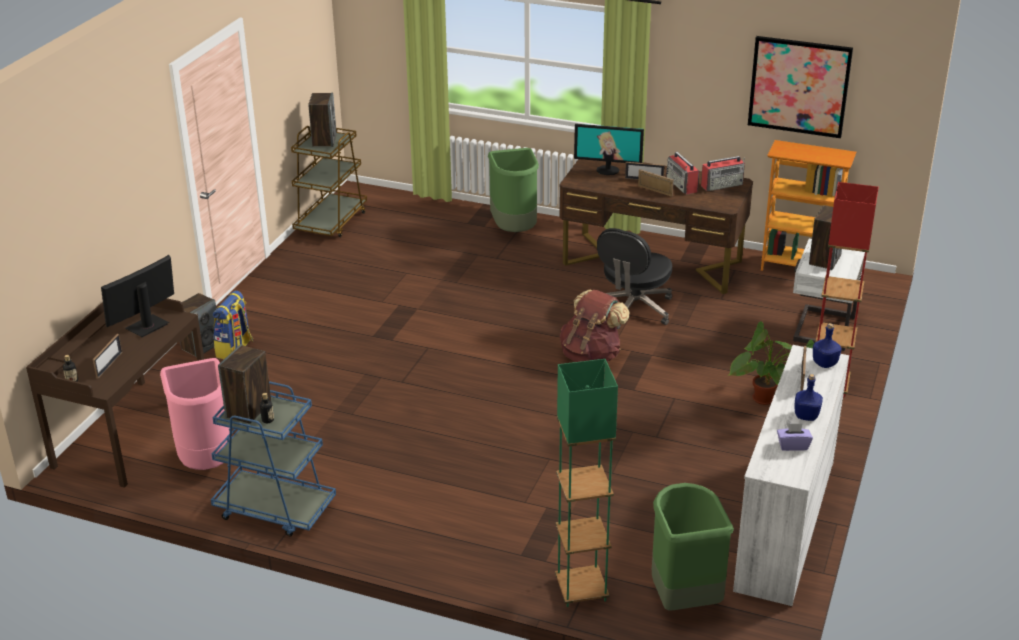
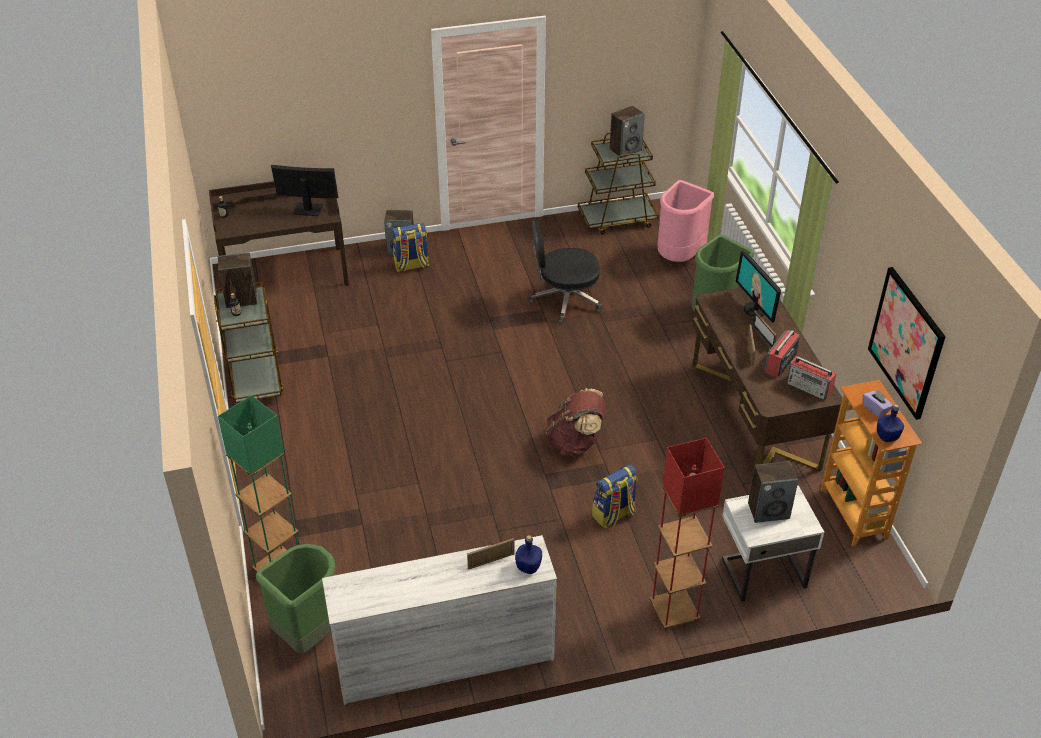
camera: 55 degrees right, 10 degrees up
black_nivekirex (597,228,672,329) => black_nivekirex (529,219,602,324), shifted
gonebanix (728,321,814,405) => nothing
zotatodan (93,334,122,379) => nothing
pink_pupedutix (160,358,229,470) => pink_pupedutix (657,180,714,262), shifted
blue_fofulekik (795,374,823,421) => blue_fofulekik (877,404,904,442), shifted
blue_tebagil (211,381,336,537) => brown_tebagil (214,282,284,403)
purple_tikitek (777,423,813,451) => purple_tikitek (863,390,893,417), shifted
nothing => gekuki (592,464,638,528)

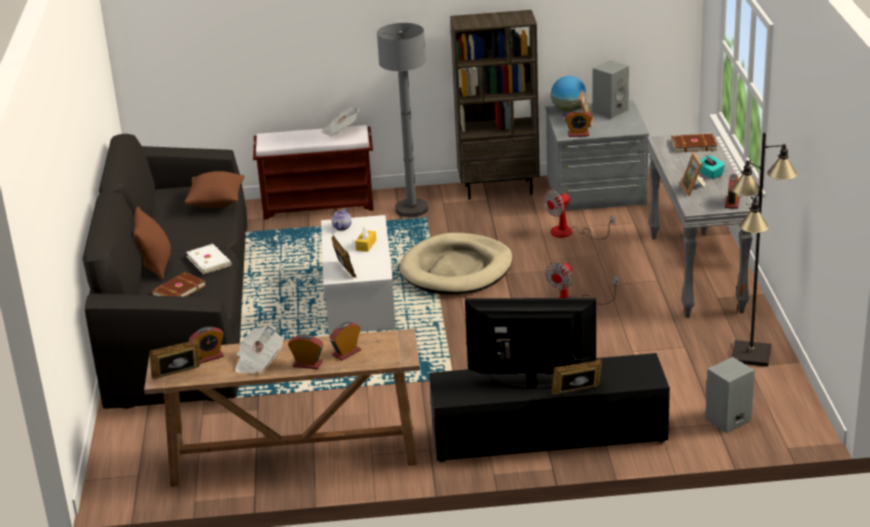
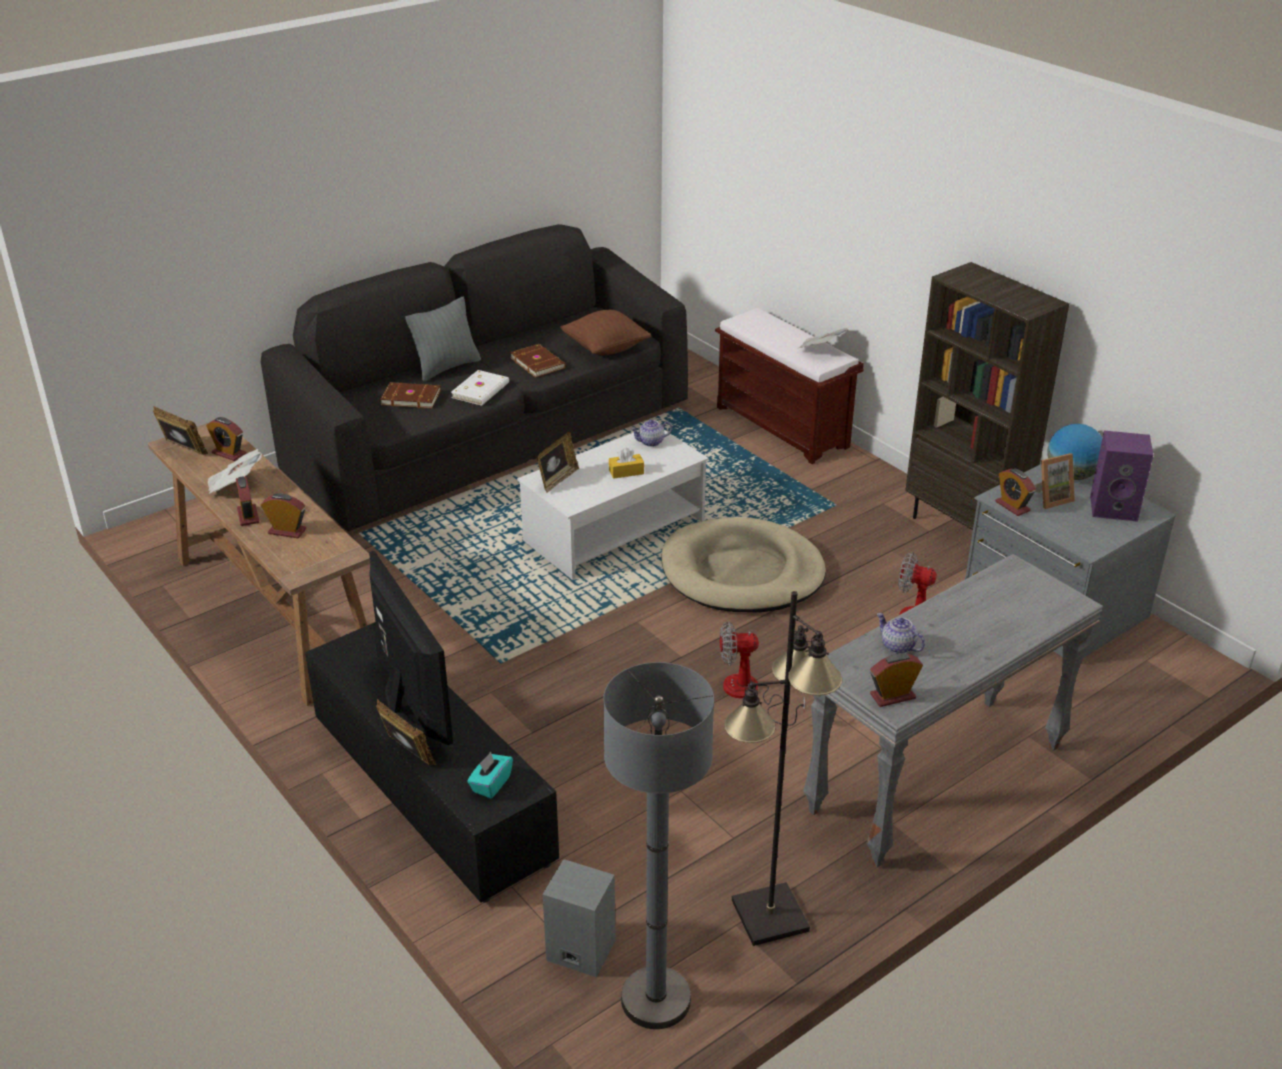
camera: 55 degrees right, 5 degrees up
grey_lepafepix (377,23,428,217) => grey_lepafepix (603,662,714,1029), shifted
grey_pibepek (593,60,629,119) => purple_pibepek (1090,431,1154,522)
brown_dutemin (671,134,717,152) => brown_dutemin (510,344,566,378), shifted
zotatodan (680,153,705,196) => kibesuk (877,613,925,654)
turquoise_tikitek (700,155,725,179) => turquoise_tikitek (467,752,513,798), shifted
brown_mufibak (133,207,171,280) => grey_mufibak (405,296,481,382)

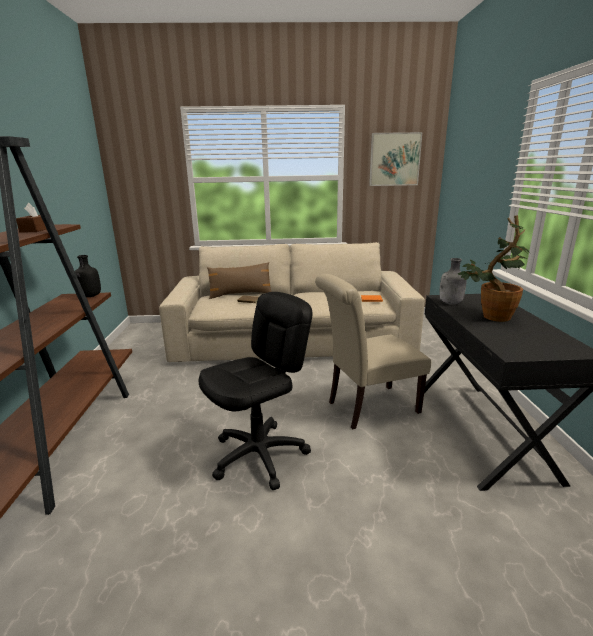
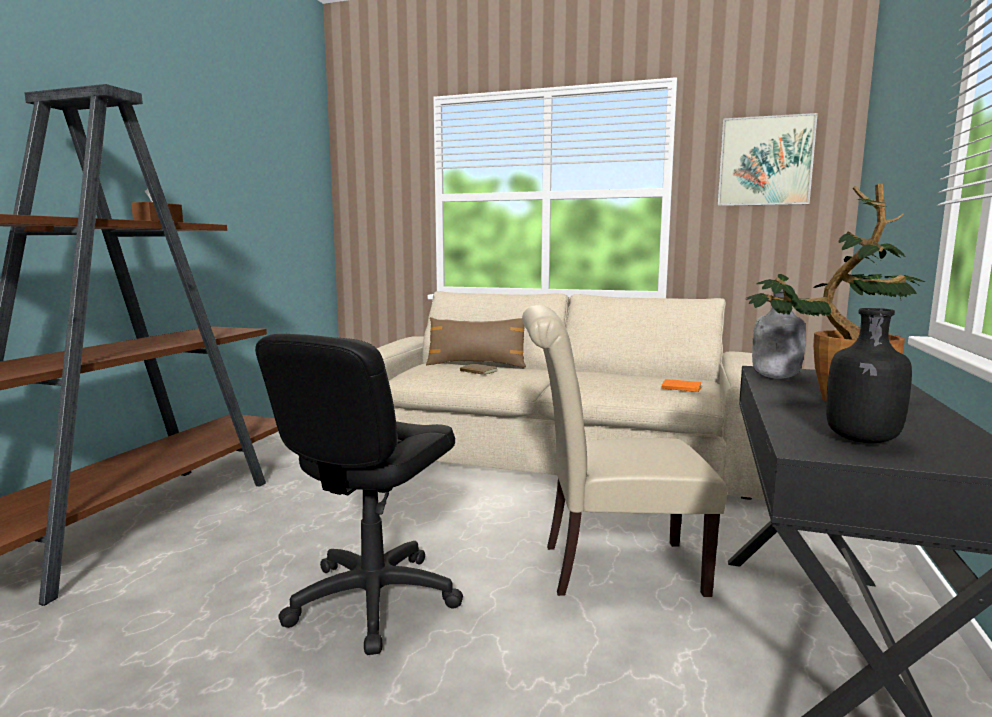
camera: 20 degrees right, 10 degrees down
black_fofulekik (75,255,101,297) => black_fofulekik (826,308,912,443), shifted
black_nivekirex (199,292,312,490) => black_nivekirex (255,334,463,655), 135 degrees clockwise

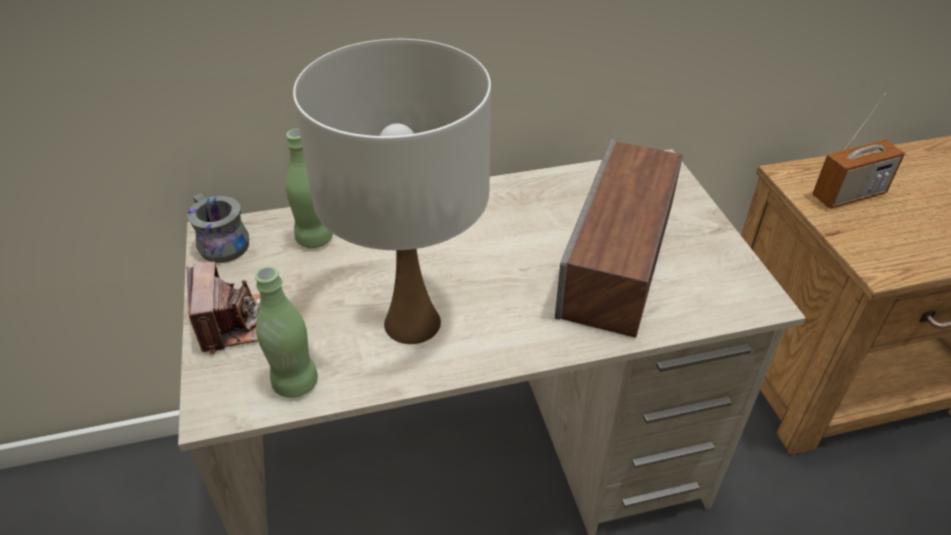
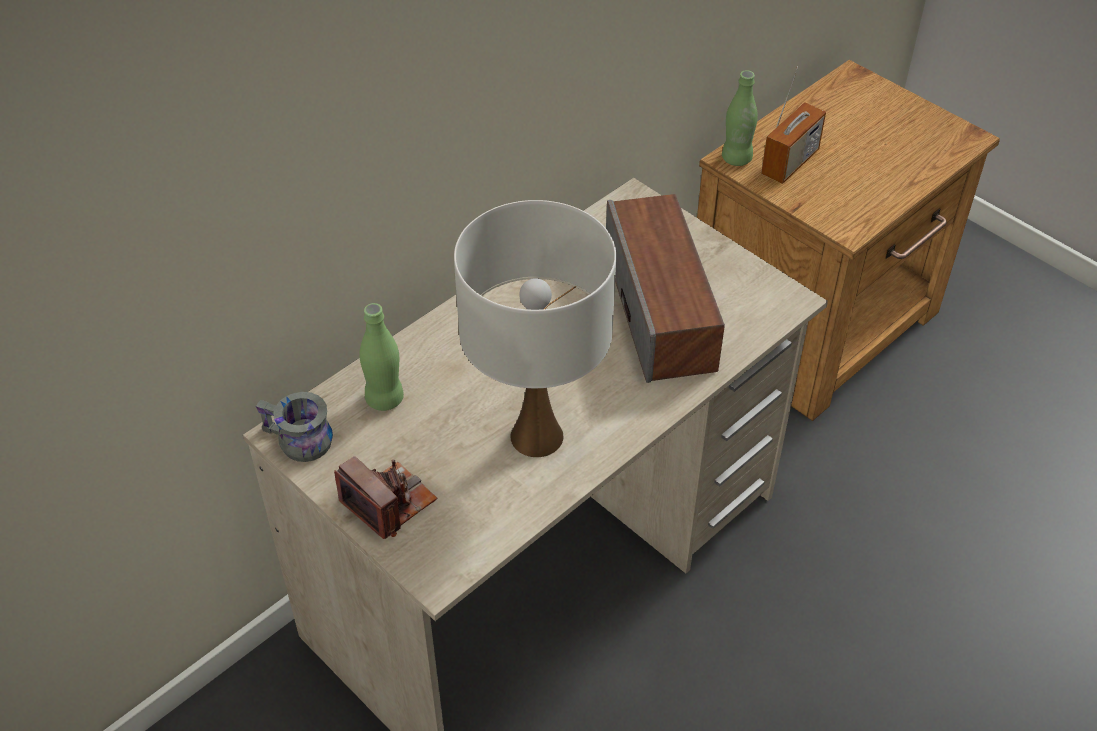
camera: 30 degrees left, 5 degrees up
green_fofulekik (255,266,318,398) => green_fofulekik (722,70,758,166), shifted

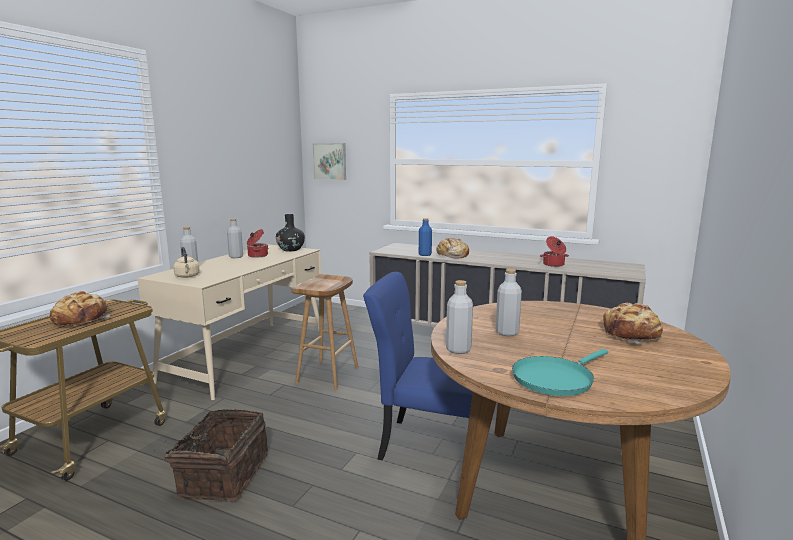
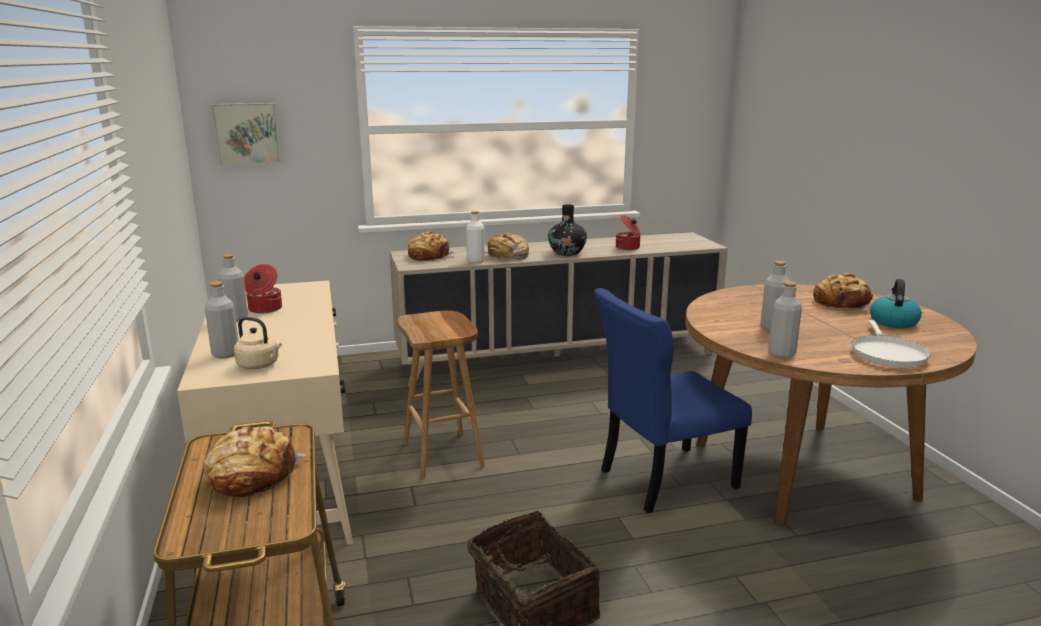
camera: 40 degrees left, 5 degrees up
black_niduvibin (276,214,305,251) => black_niduvibin (548,204,587,256), shifted
blue_fofulekik (419,218,432,256) => white_fofulekik (466,211,485,263)
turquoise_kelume (512,349,608,396) => white_kelume (851,320,931,367)
nothing => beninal (408,231,456,261)
nothing => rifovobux (870,279,922,328)

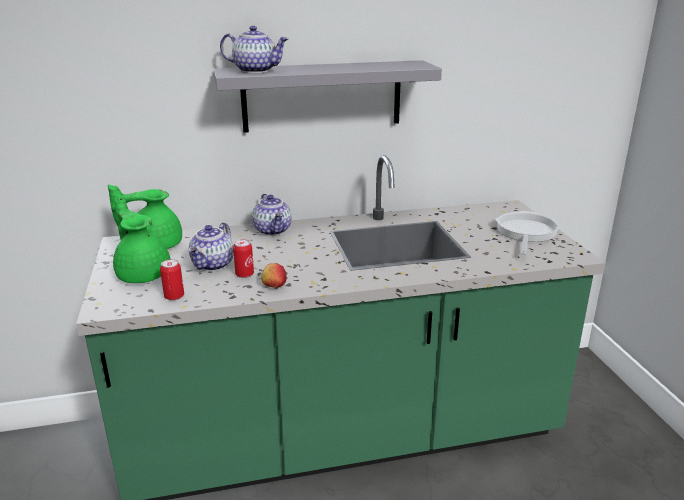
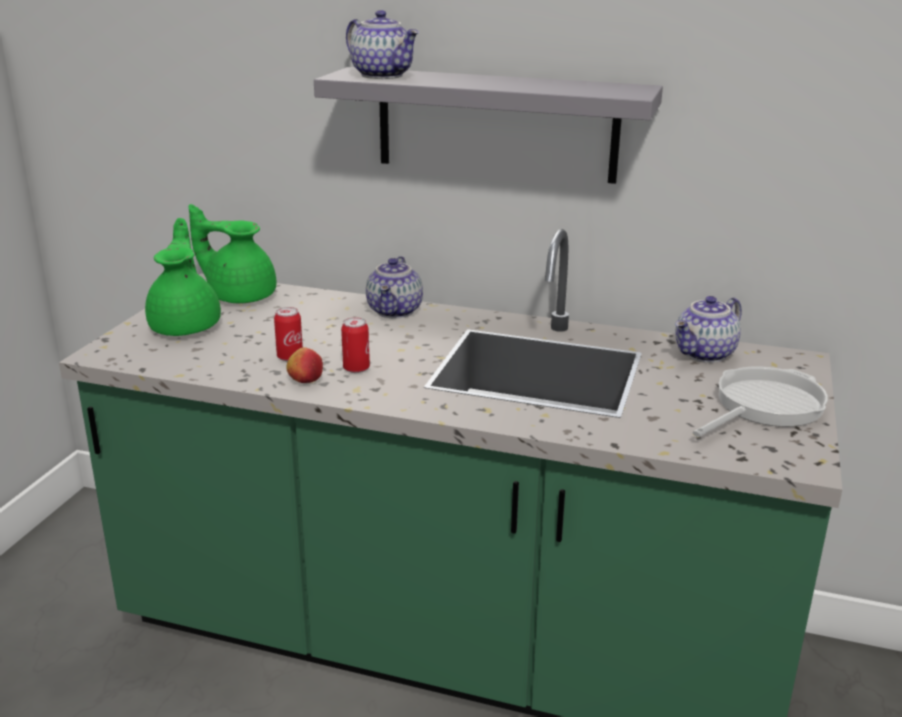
camera: 30 degrees right, 0 degrees up
kibesuk (188,222,234,271) => kibesuk (675,296,742,363), shifted
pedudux (160,259,184,301) => pedudux (341,317,370,373), shifted

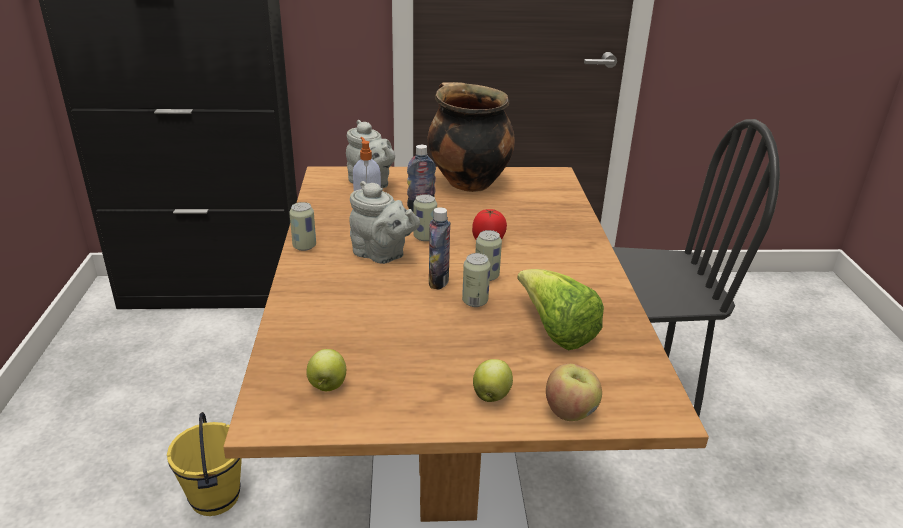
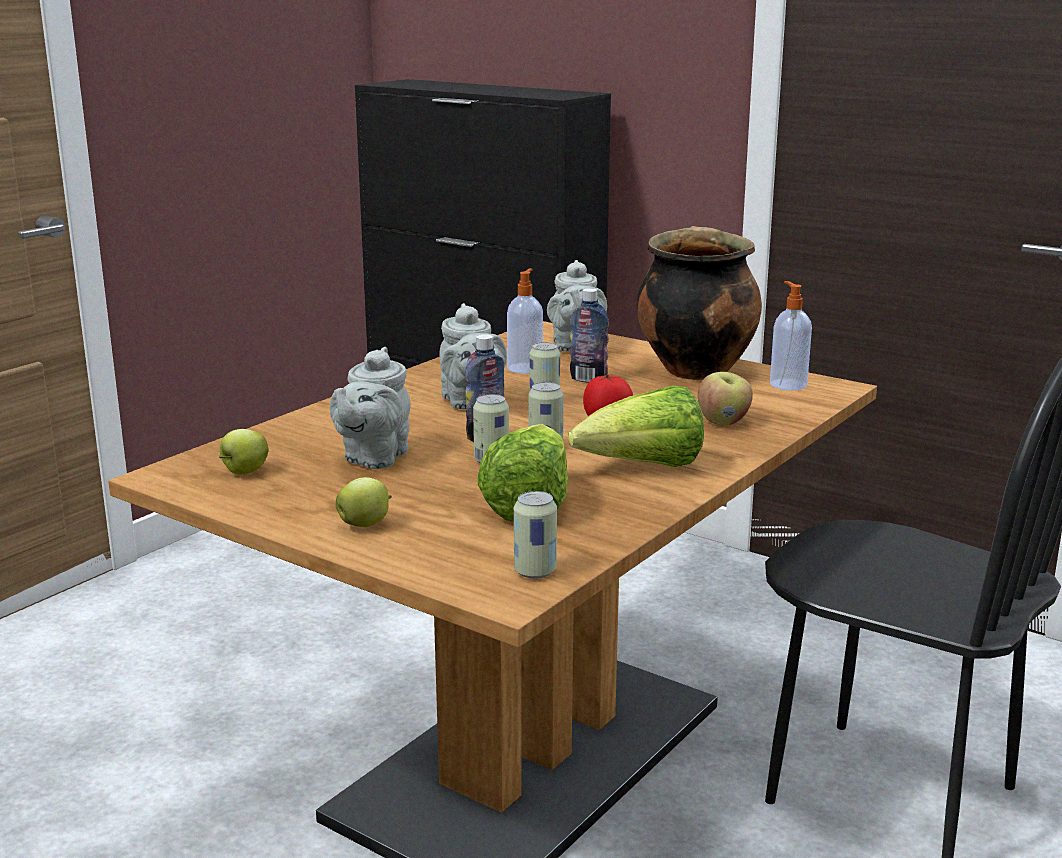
camera: 40 degrees right, 10 degrees down
pedudux (289,202,316,251) => pedudux (514,491,557,579), shifted
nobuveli (546,364,602,421) => nobuveli (698,372,753,425), shifted
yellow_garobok (167,412,242,516) => nothing
nothing => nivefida (770,281,812,391)
nothing => grey_kibesuk (330,347,411,469)
nothing => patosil (568,386,704,467)

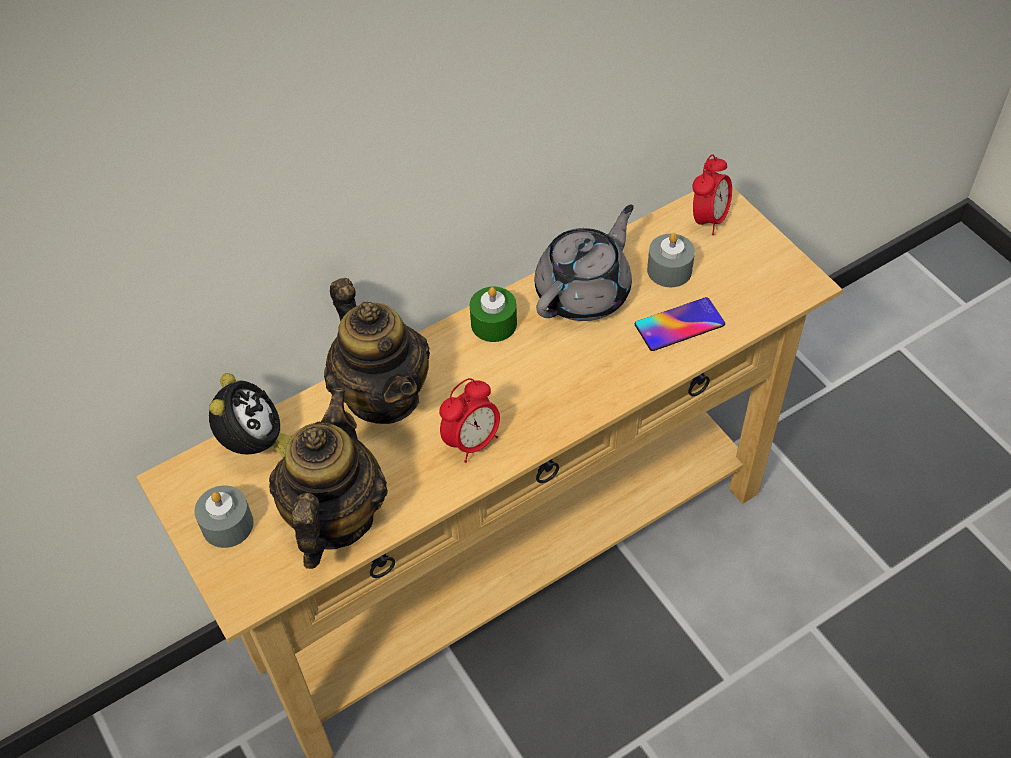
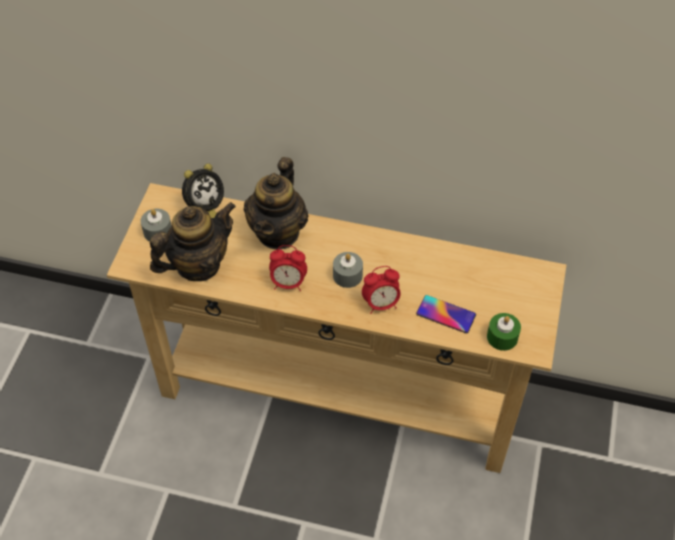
camera: 45 degrees right, 0 degrees up
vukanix (692,154,732,235) => vukanix (362,266,400,314), shifted
grey_kibesuk (534,205,634,321) => nothing
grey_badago (647,233,695,287) => grey_badago (333,252,363,288), shifted
green_badago (470,286,517,342) => green_badago (487,313,521,351), shifted

